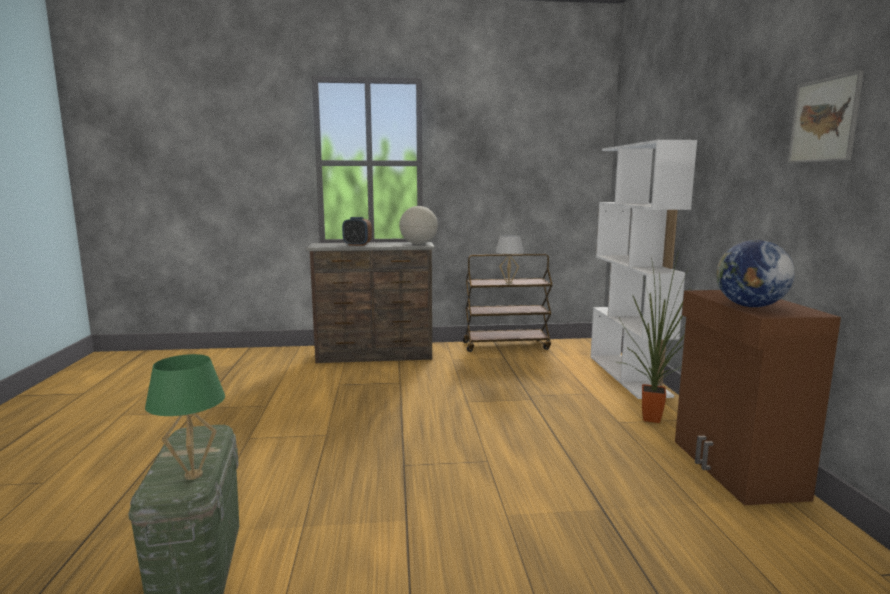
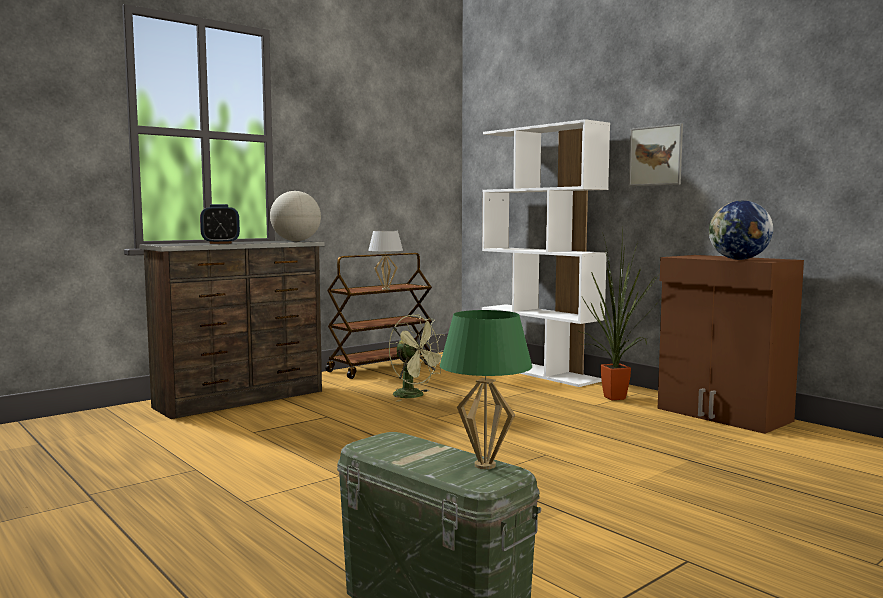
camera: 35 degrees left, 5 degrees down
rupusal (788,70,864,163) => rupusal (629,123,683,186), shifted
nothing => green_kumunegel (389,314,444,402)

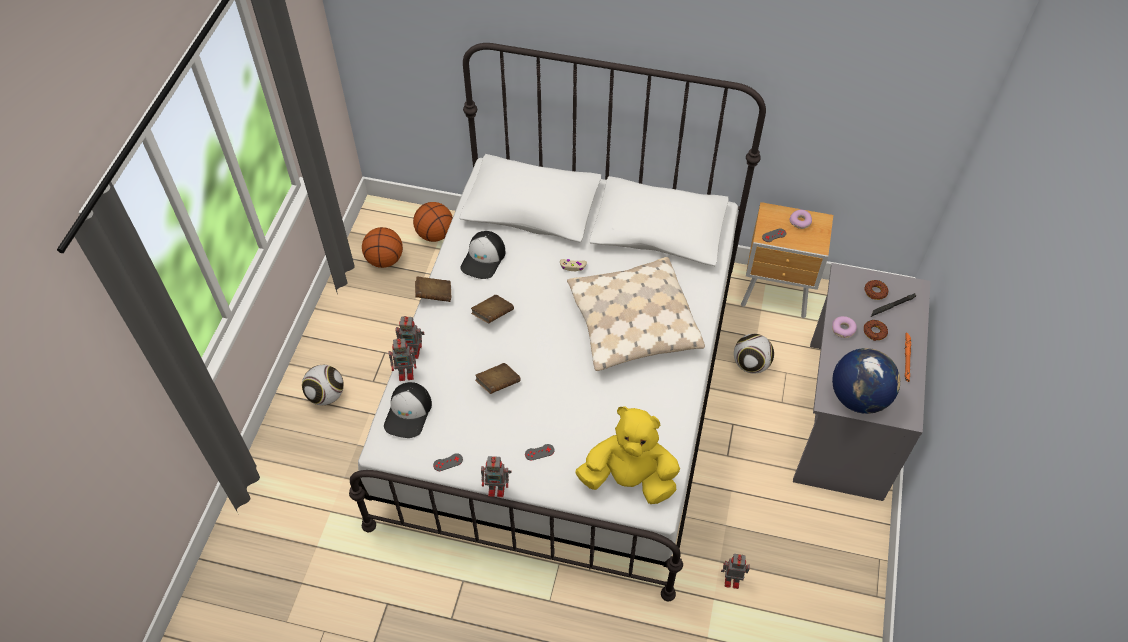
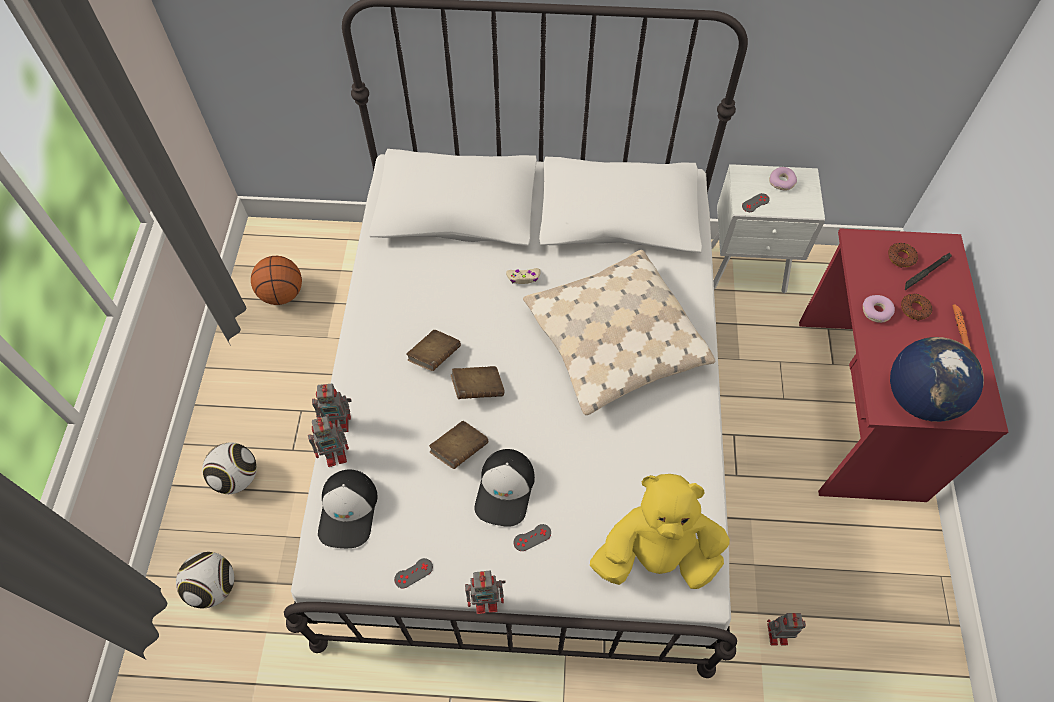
camera: 10 degrees left, 5 degrees up
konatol (413,202,453,242) => nothing
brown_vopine (741,202,833,318) => white_vopine (711,164,825,294)
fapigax (460,231,506,279) => fapigax (474,449,535,527), shifted
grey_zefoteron (793,263,931,501) => red_zefoteron (799,228,1008,502)
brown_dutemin (415,276,451,302) => brown_dutemin (451,366,504,399), shifted
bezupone (734,334,774,373) => bezupone (176,552,234,608), shifted

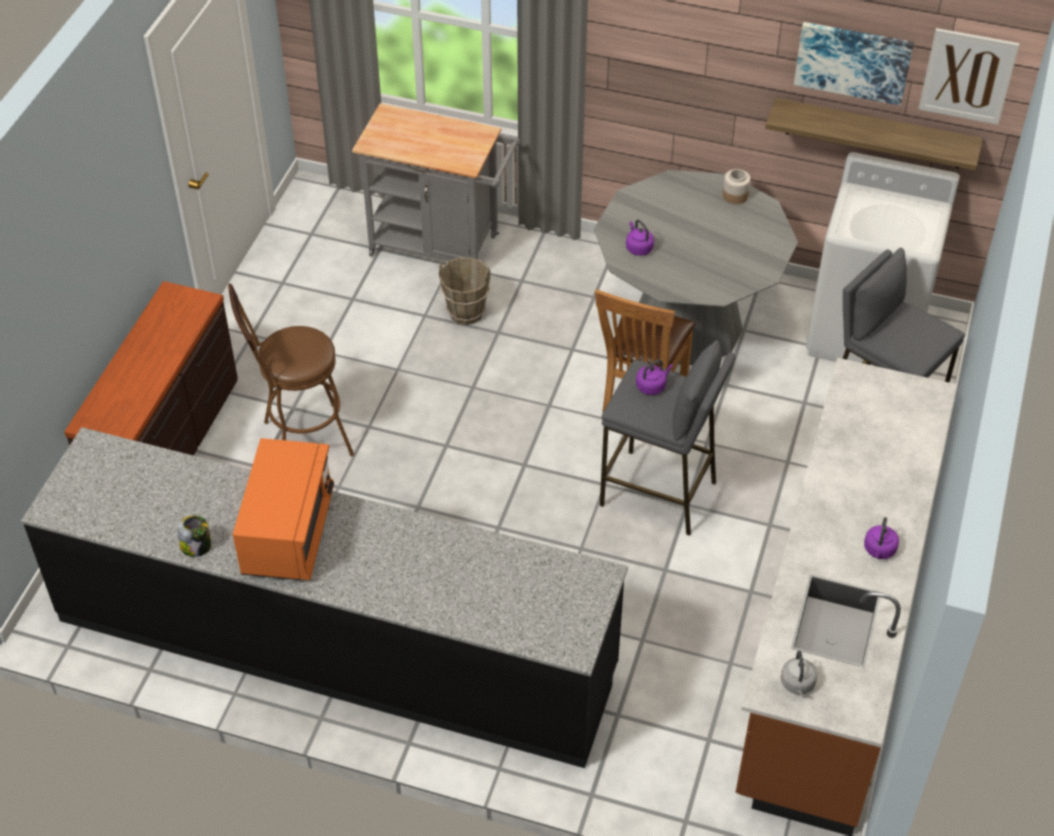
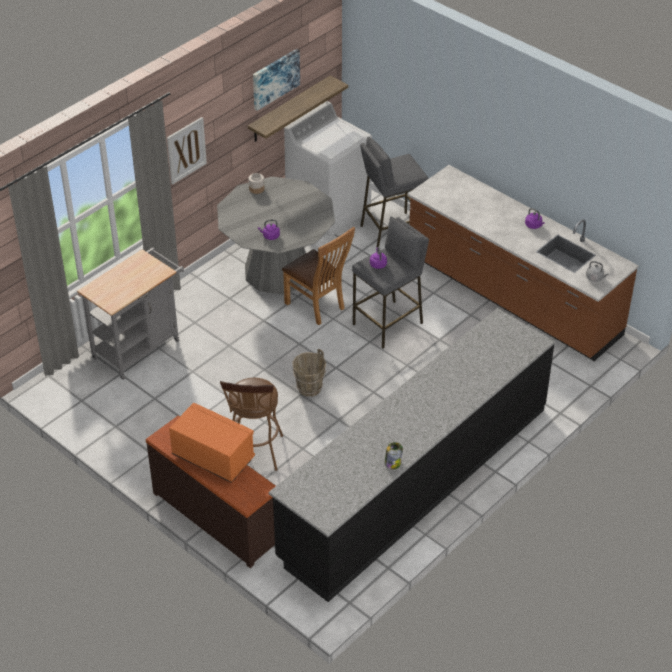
camera: 65 degrees left, 5 degrees down
rupusal (918,28,1019,125) => rupusal (167,117,207,184), shifted
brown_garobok (439,257,491,325) => brown_garobok (293,349,326,397), shifted
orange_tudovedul (233,438,334,580) => orange_tudovedul (169,402,255,483), shifted

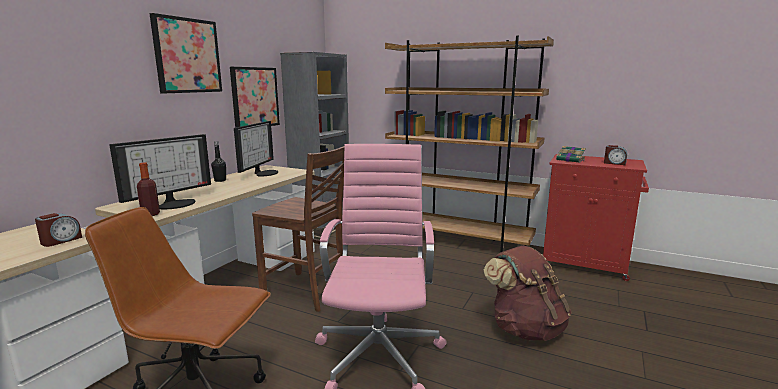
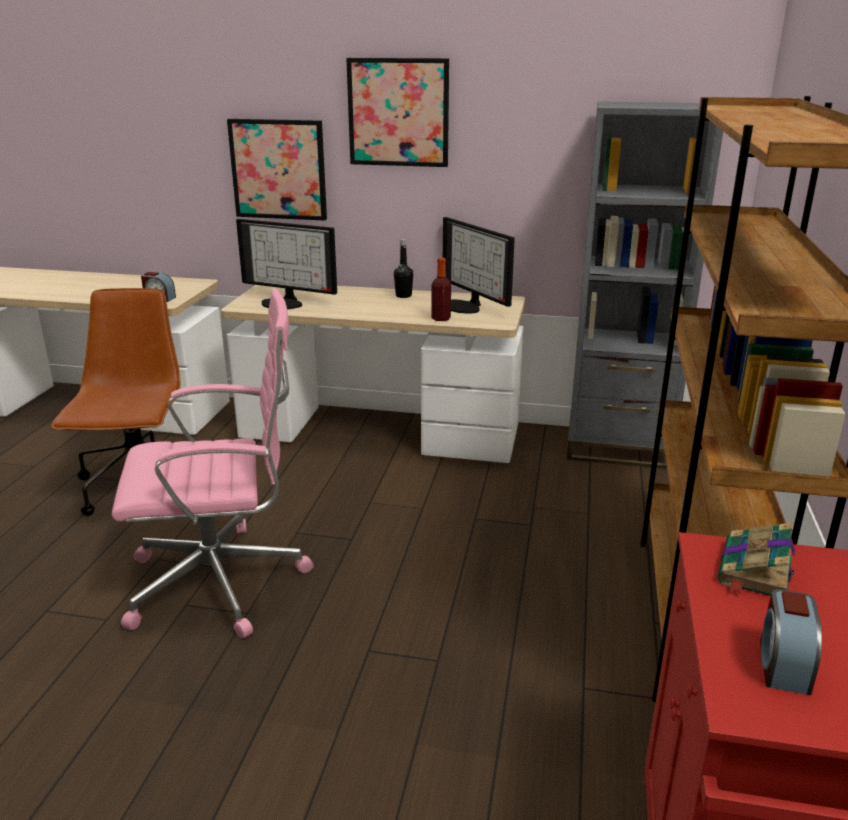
camera: 75 degrees right, 10 degrees up
rupusal (230,67,280,128) => rupusal (227,119,327,221), shifted
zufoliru (234,121,278,177) => zufoliru (443,217,515,313), 60 degrees clockwise
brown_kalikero (252,146,345,312) => nothing
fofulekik (137,163,160,216) => fofulekik (431,258,451,321), shifted
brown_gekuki (484,245,572,341) => nothing

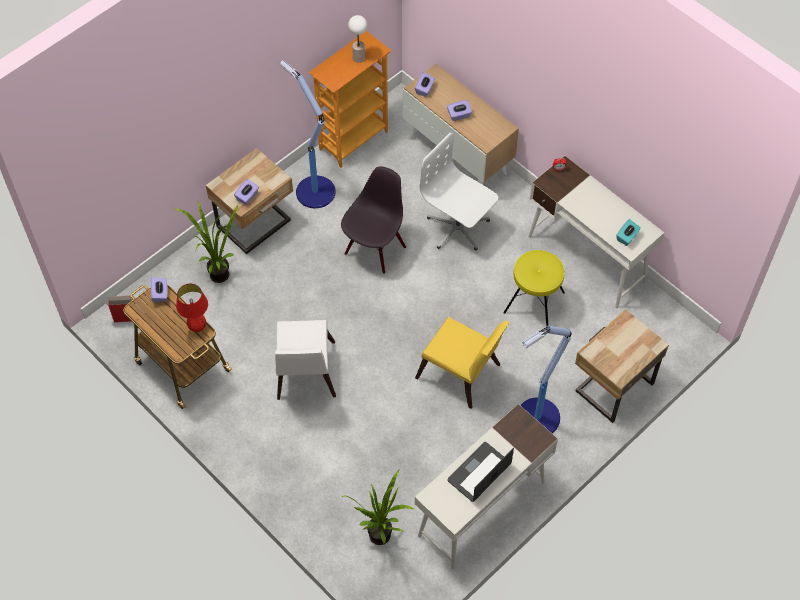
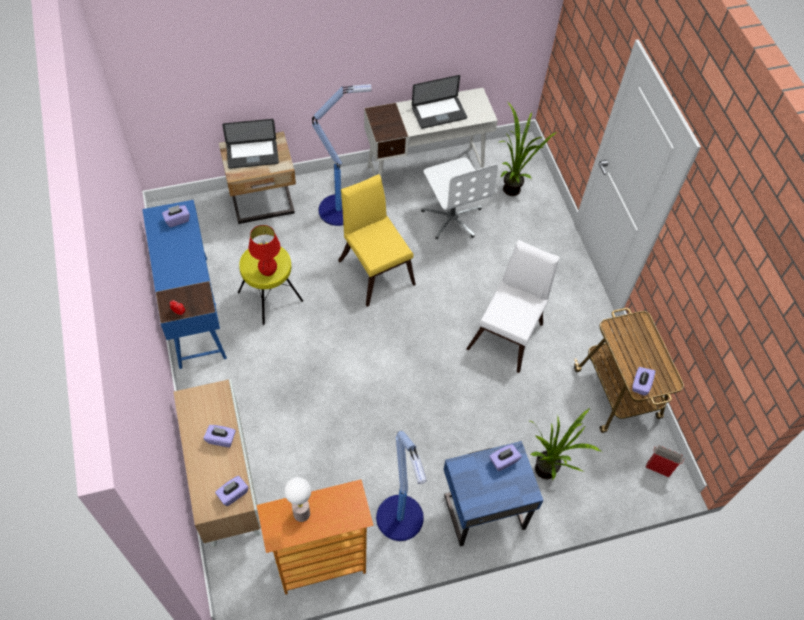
camera: 155 degrees left, 0 degrees up
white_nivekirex (420,133,498,251) => white_nivekirex (421,158,498,239), shifted
beige_vopine (206,148,293,254) => blue_vopine (444,441,544,546)
white_zefoteron (528,156,664,309) => blue_zefoteron (142,200,227,369)
black_kalikero (341,166,406,274) => nothing
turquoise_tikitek (616,219,641,246) => purple_tikitek (162,205,190,228)
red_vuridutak (176,284,208,332) => red_vuridutak (249,225,280,276), shifted
nothing => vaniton (222,119,279,169)

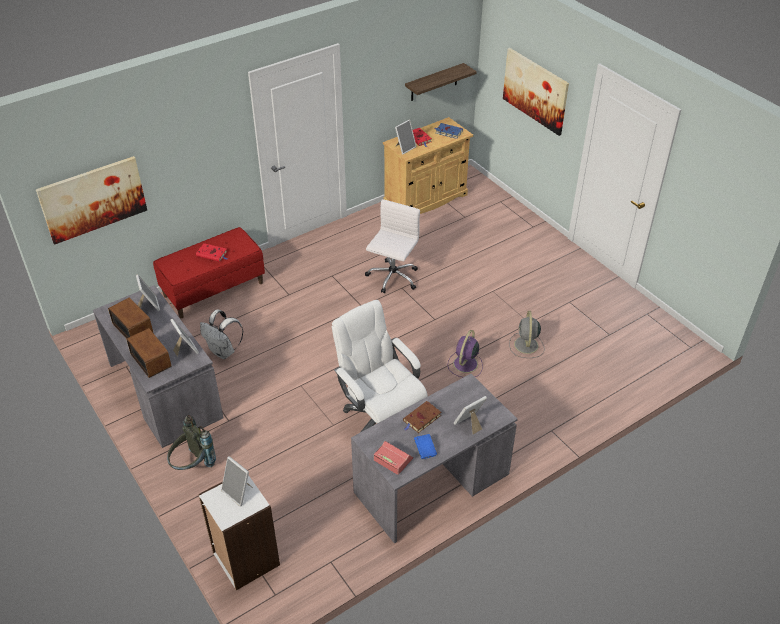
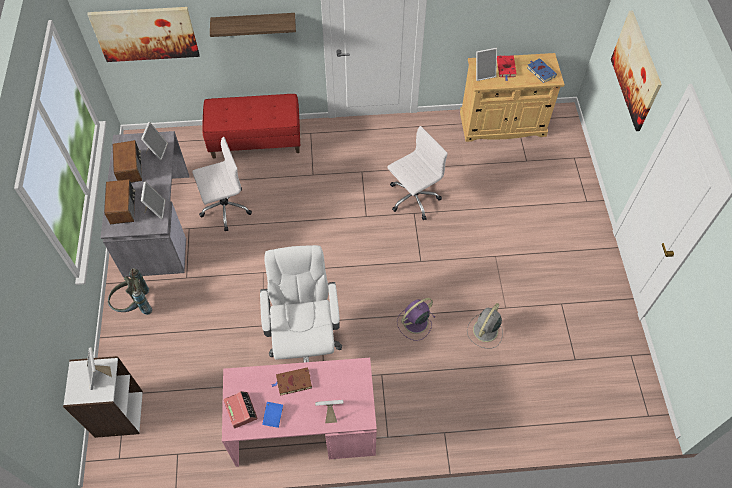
camera: 30 degrees right, 15 degrees up
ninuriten (405,63,477,101) => ninuriten (210,13,296,37), shifted
red_dutemin (196,243,228,262) => nothing
white_gekuki (200,310,243,359) => white_nivekirex (192,137,252,231)
grey_zefoteron (351,374,518,544) => pink_zefoteron (222,358,377,467)

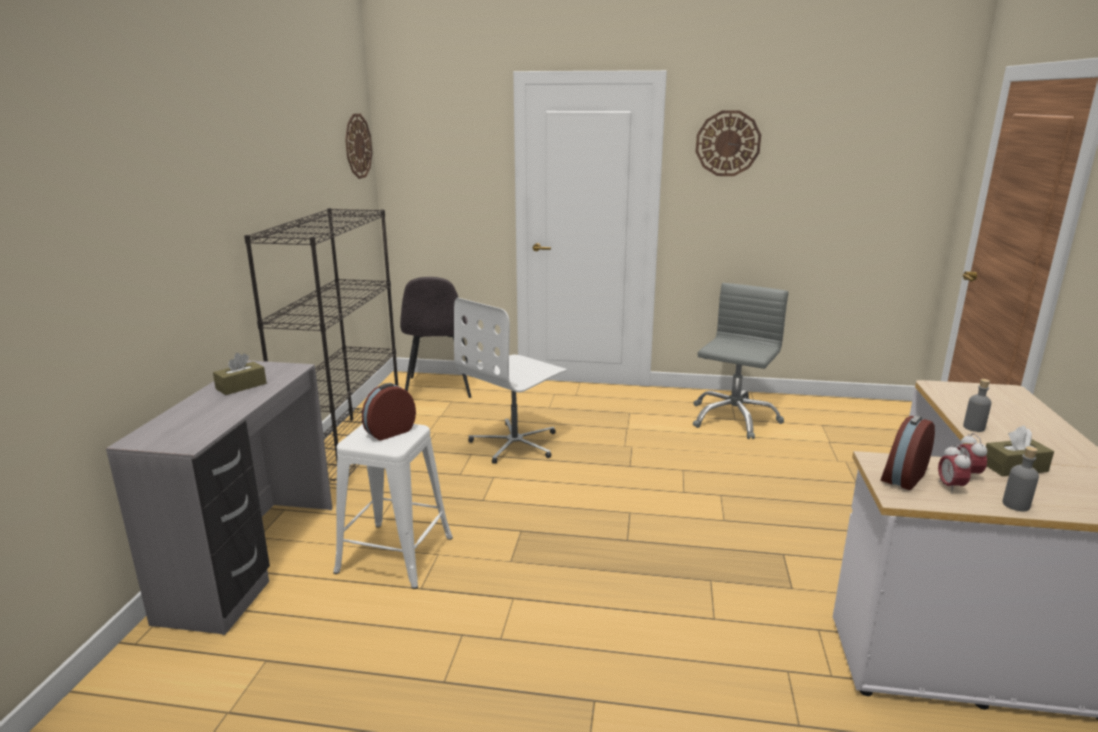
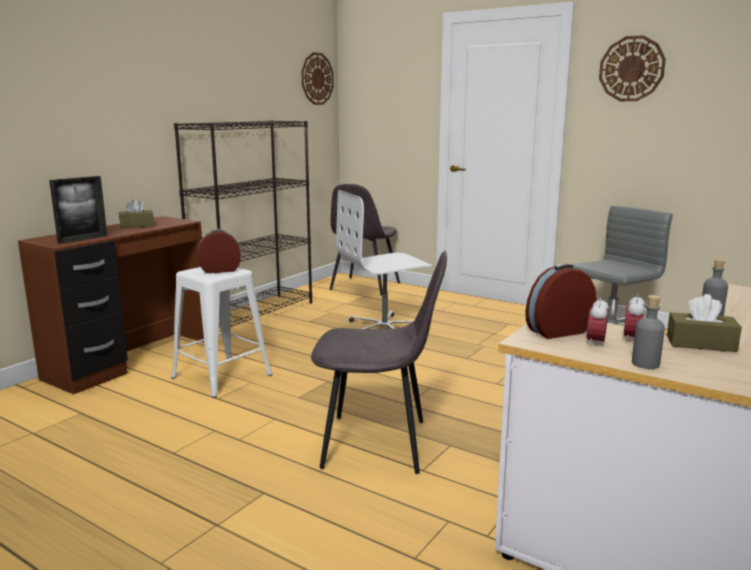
camera: 25 degrees right, 5 degrees down
grey_zefoteron (106,361,332,635) => brown_zefoteron (18,216,204,395)
nothing => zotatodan (49,176,107,244)
nothing => grey_kalikero (311,250,447,474)

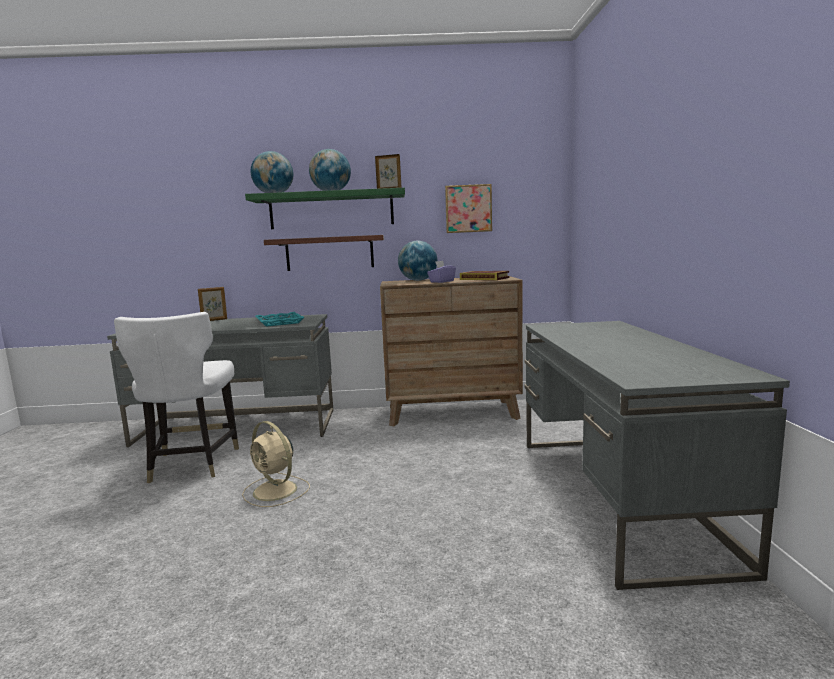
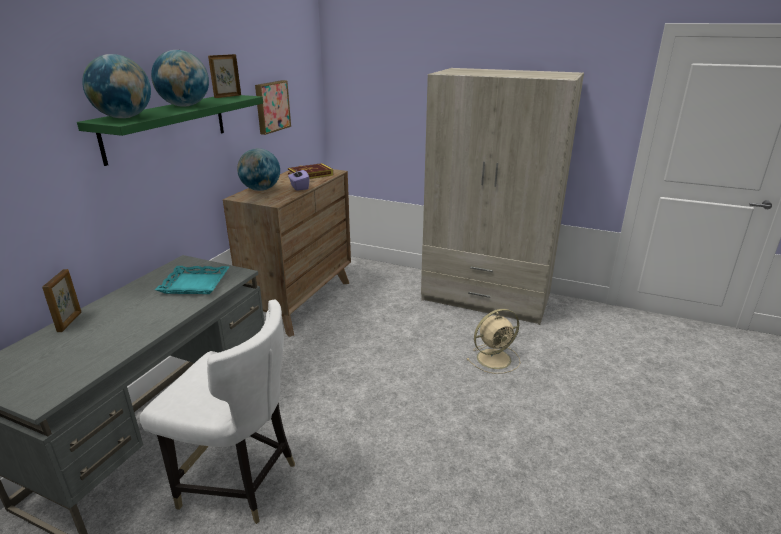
camera: 65 degrees left, 15 degrees up
ninuriten (264,235,384,271) => nothing
grey_zefoteron (525,321,790,590) => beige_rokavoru (421,68,584,325)
beige_kumunegel (242,421,310,507) => beige_kumunegel (466,309,520,374), shifted

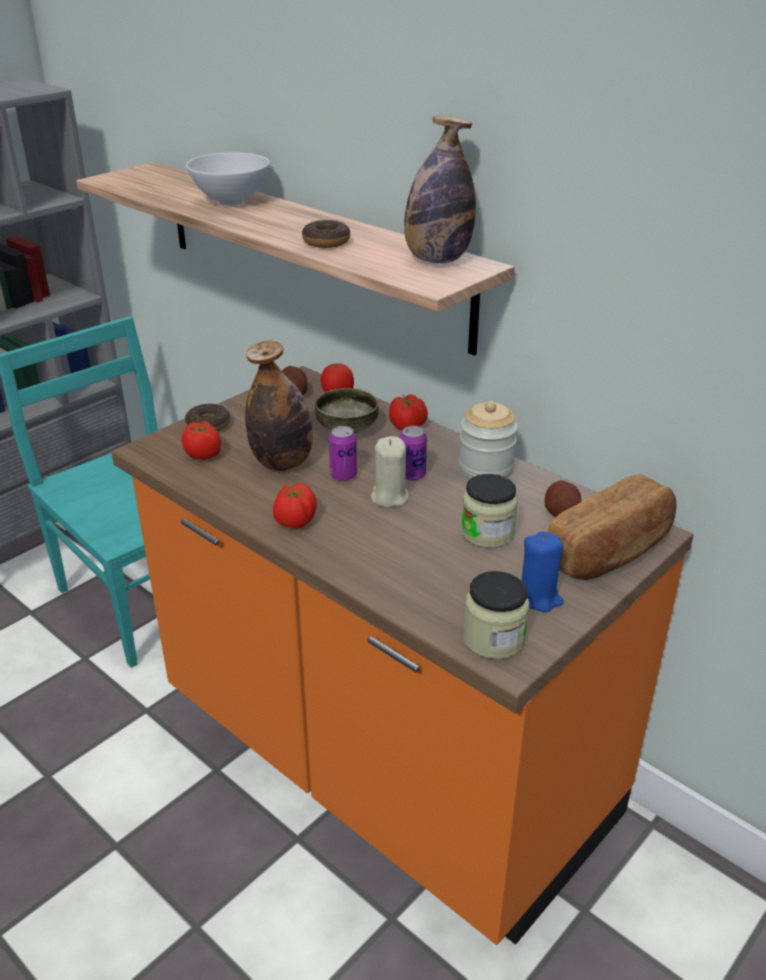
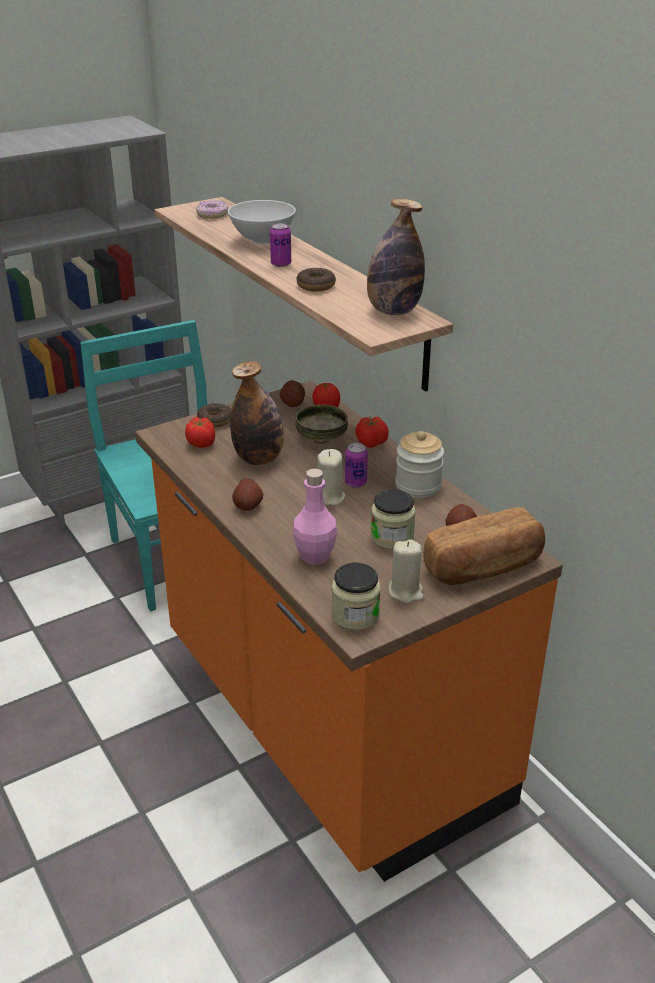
camera: 15 degrees right, 0 degrees up
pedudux (329,426,357,481) => pedudux (270,223,291,267), shifted
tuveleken (273,483,317,528) => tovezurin (232,478,263,511)
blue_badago (522,531,564,612) => beige_badago (389,539,424,603)
nothing => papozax (196,200,228,219)
nothing => pink_fofulekik (293,468,337,565)

